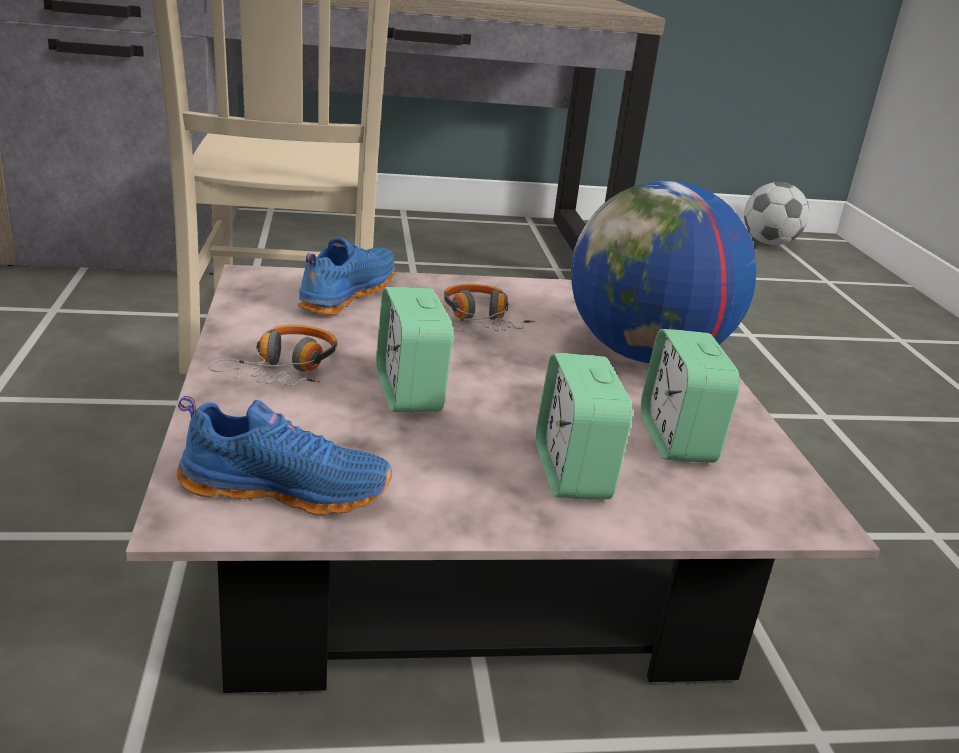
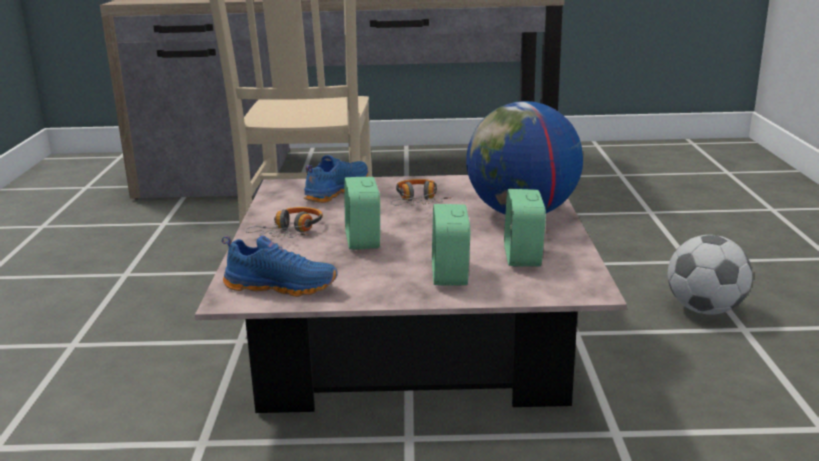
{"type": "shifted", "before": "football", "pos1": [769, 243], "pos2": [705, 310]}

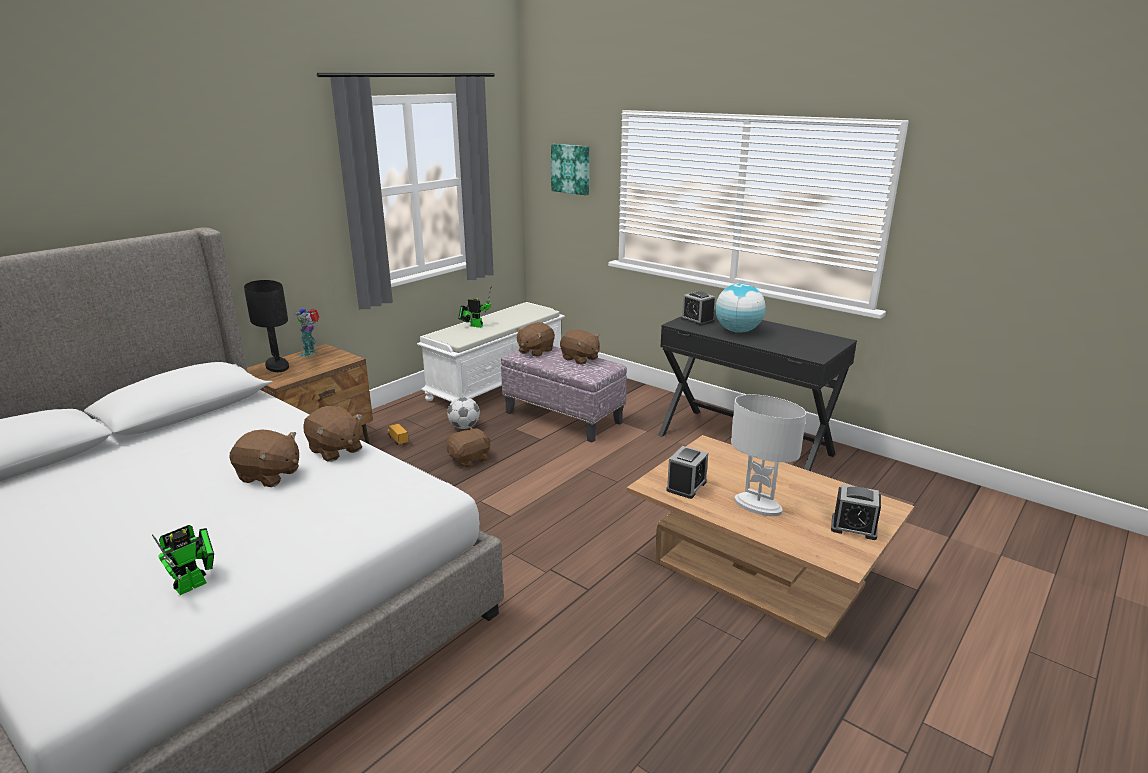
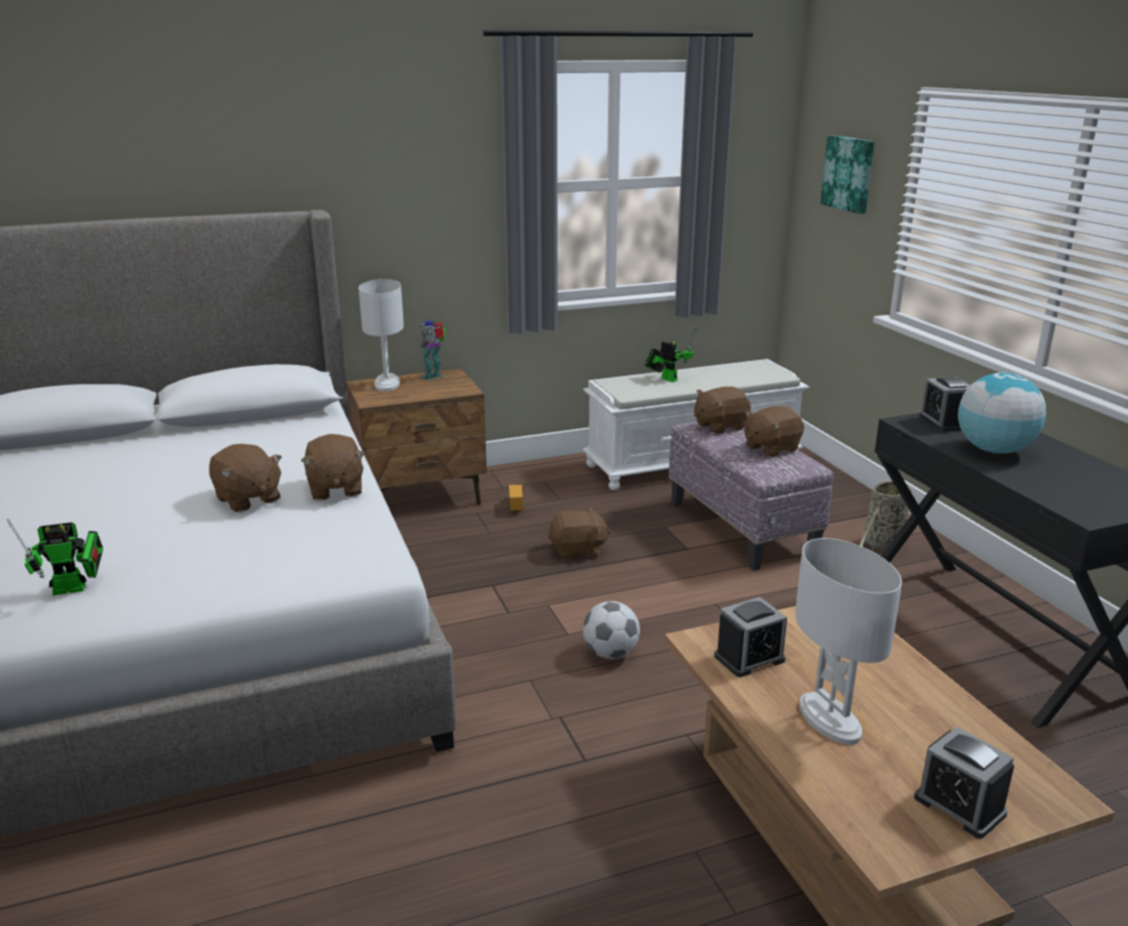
{"type": "repainted", "before": "black table lamp", "after": "white table lamp", "pos1": [276, 366], "pos2": [386, 384]}
{"type": "rotated", "before": "brown plush toy", "pos1": [580, 359], "pos2": [770, 448], "turn": 75}
{"type": "shifted", "before": "football", "pos1": [464, 427], "pos2": [611, 653]}
{"type": "new", "after": "basket", "pos2": [881, 544]}

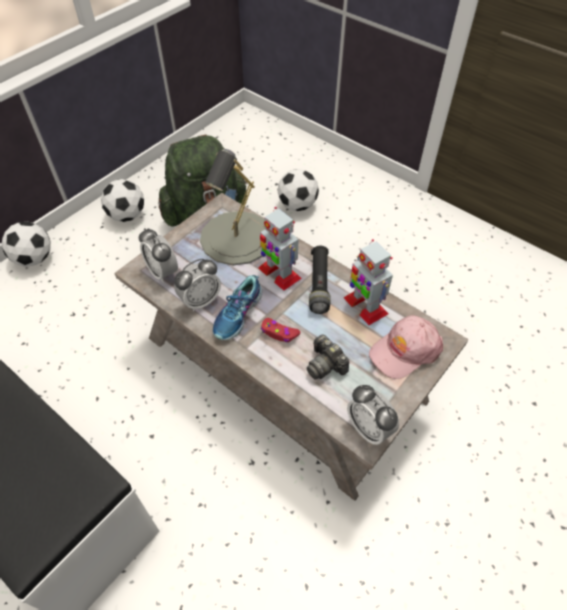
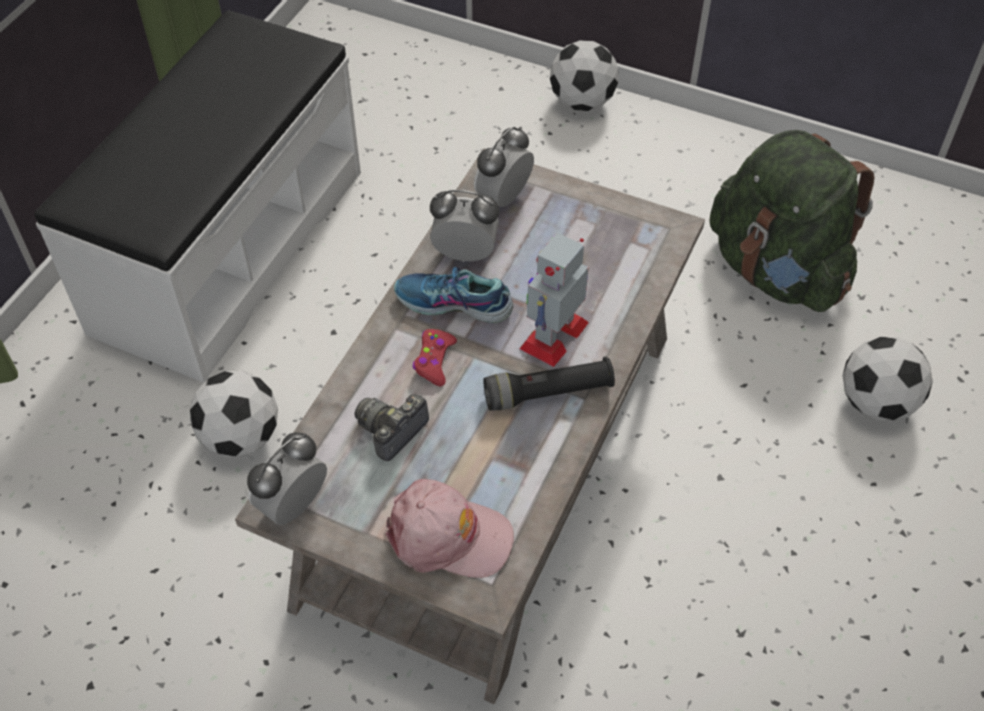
{"type": "gone", "before": "grey table lamp", "pos1": [237, 238]}
{"type": "shifted", "before": "football", "pos1": [127, 215], "pos2": [241, 437]}
{"type": "gone", "before": "toy robot", "pos1": [365, 305]}
{"type": "rotated", "before": "alarm clock", "pos1": [200, 300], "pos2": [465, 254], "turn": 150}
{"type": "rotated", "before": "pink cap", "pos1": [405, 350], "pos2": [448, 536], "turn": 150}

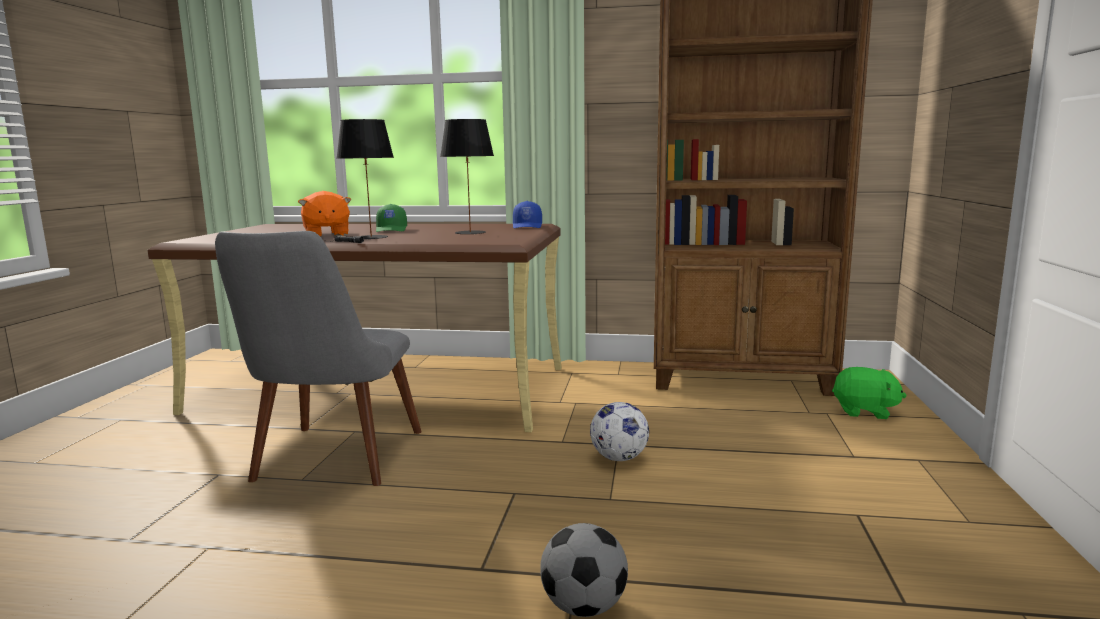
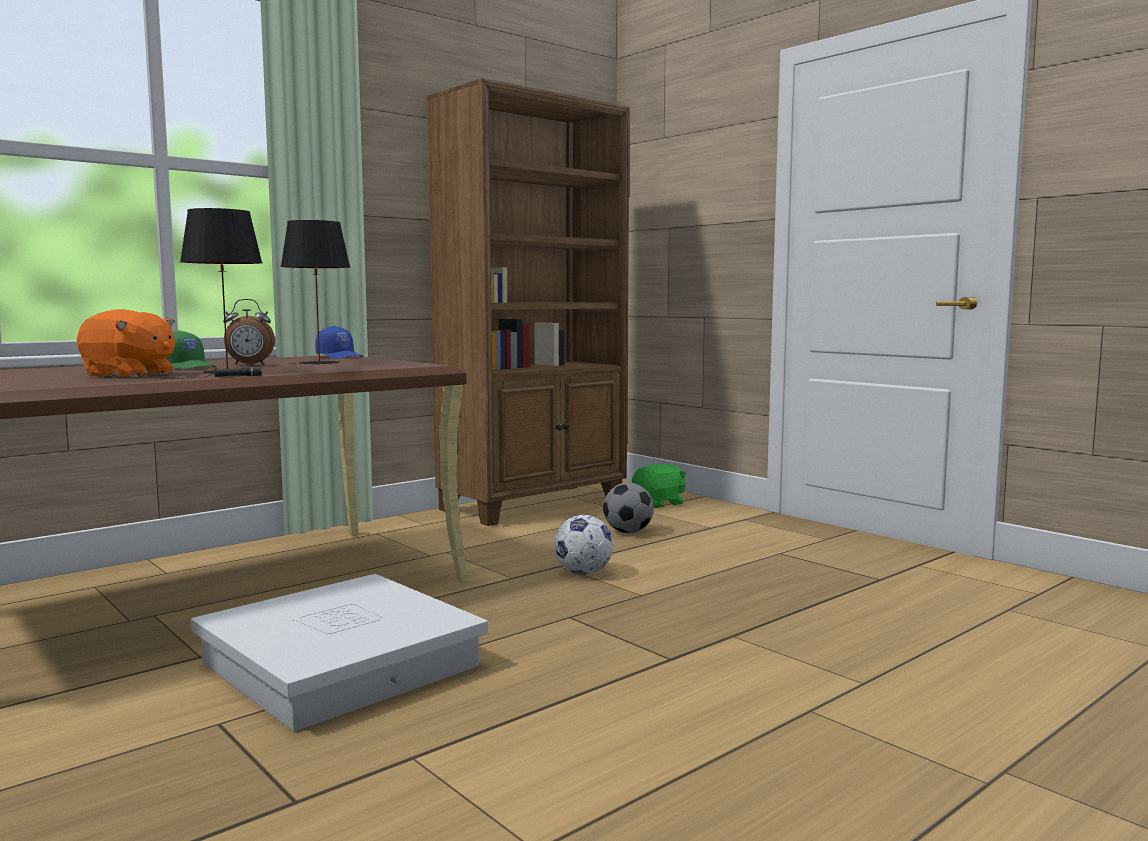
{"type": "swapped", "before": "grey chair", "after": "white storage box", "pos1": [331, 464], "pos2": [339, 665]}
{"type": "shifted", "before": "football", "pos1": [584, 607], "pos2": [628, 532]}
{"type": "new", "after": "alarm clock", "pos2": [249, 364]}

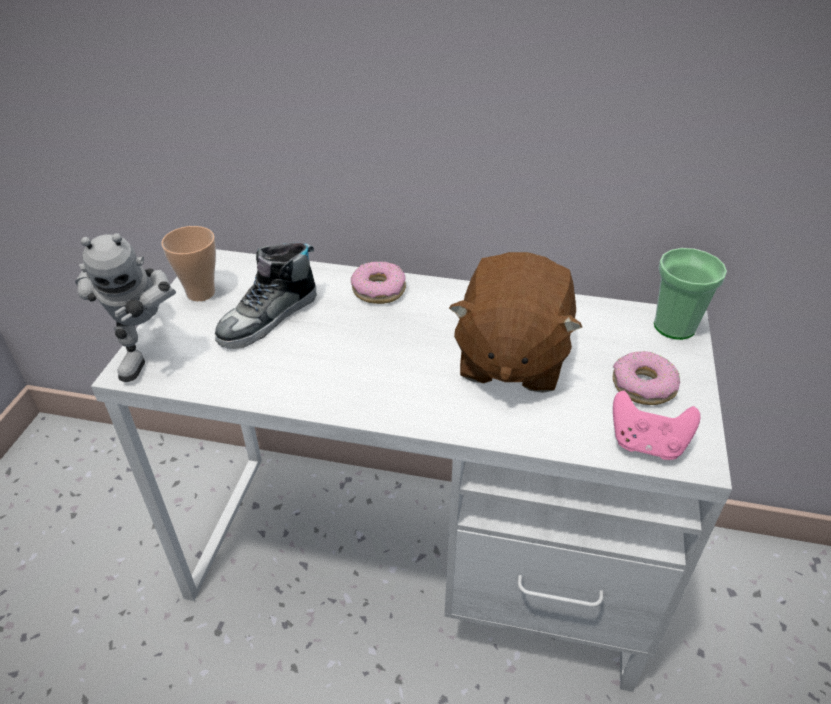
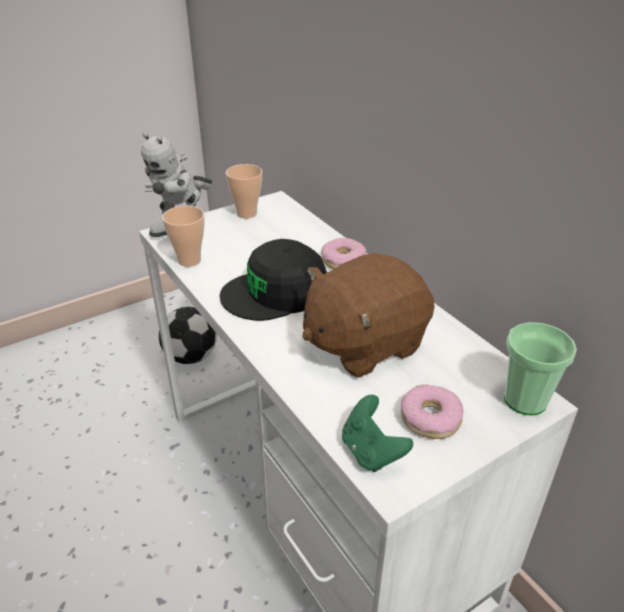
{"type": "gone", "before": "shoe", "pos1": [269, 318]}
{"type": "repainted", "before": "pink game controller", "after": "green game controller", "pos1": [647, 444], "pos2": [371, 451]}
{"type": "new", "after": "cup", "pos2": [189, 260]}
{"type": "new", "after": "black cap", "pos2": [276, 292]}
{"type": "new", "after": "football", "pos2": [190, 356]}

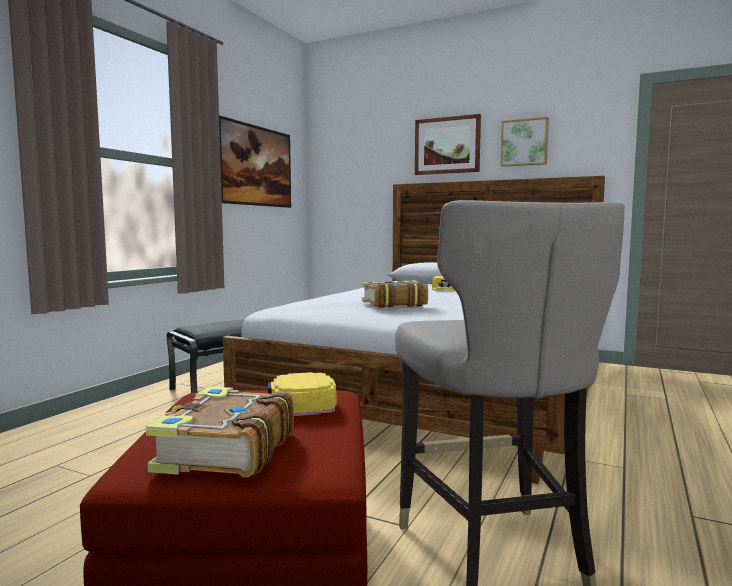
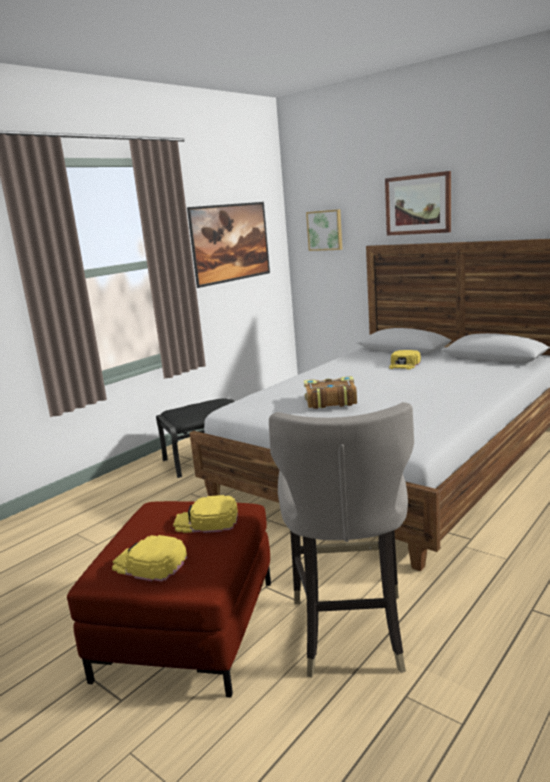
{"type": "shifted", "before": "picture", "pos1": [524, 142], "pos2": [325, 230]}
{"type": "swapped", "before": "book", "after": "yellow cap", "pos1": [225, 451], "pos2": [149, 564]}

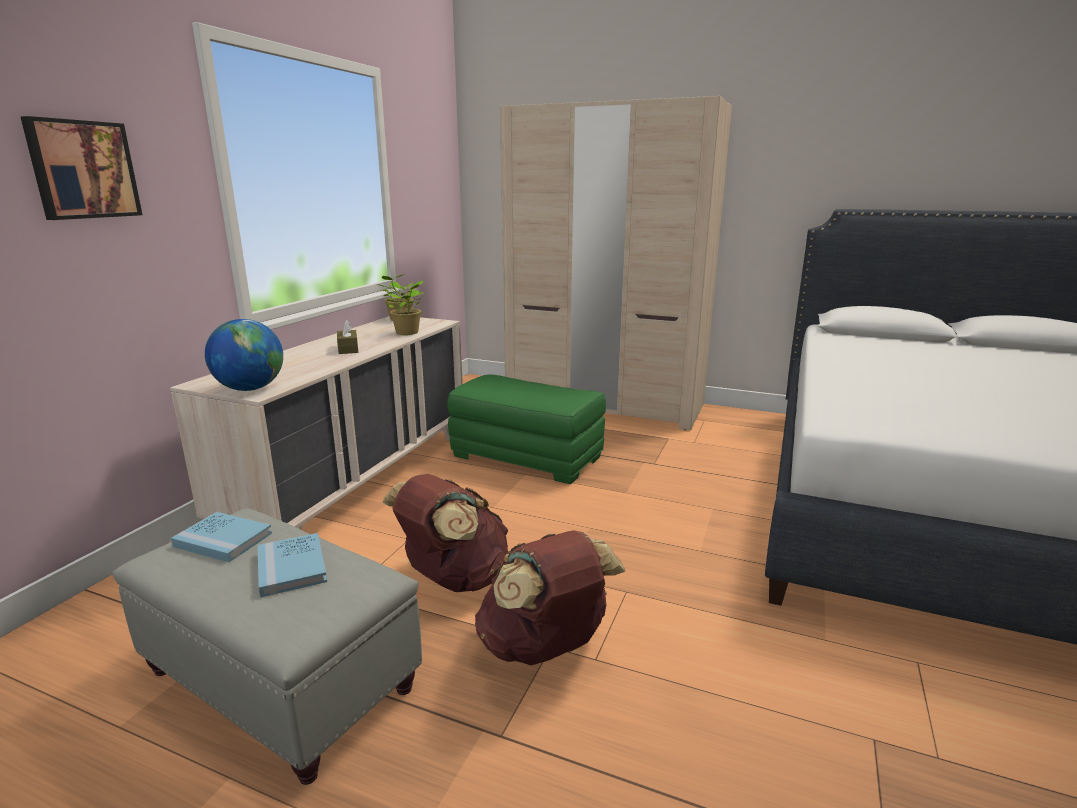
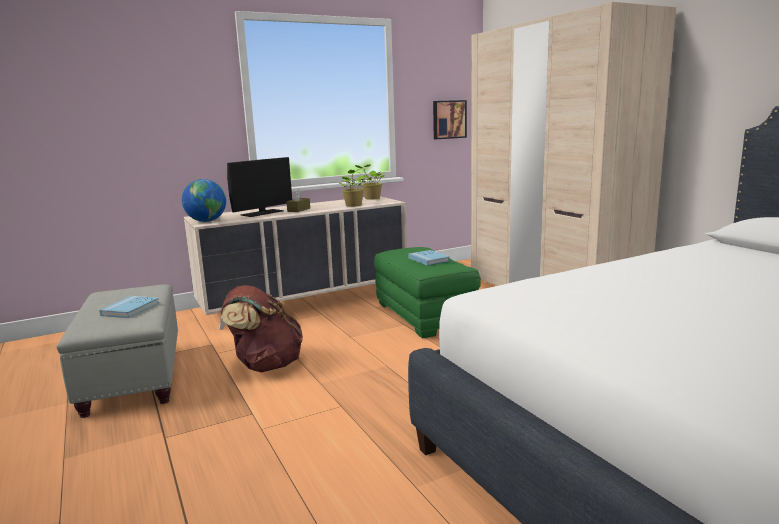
{"type": "shifted", "before": "picture", "pos1": [82, 170], "pos2": [448, 119]}
{"type": "shifted", "before": "blue book", "pos1": [223, 540], "pos2": [428, 259]}
{"type": "gone", "before": "brown backpack", "pos1": [545, 648]}
{"type": "new", "after": "monitor", "pos2": [262, 213]}

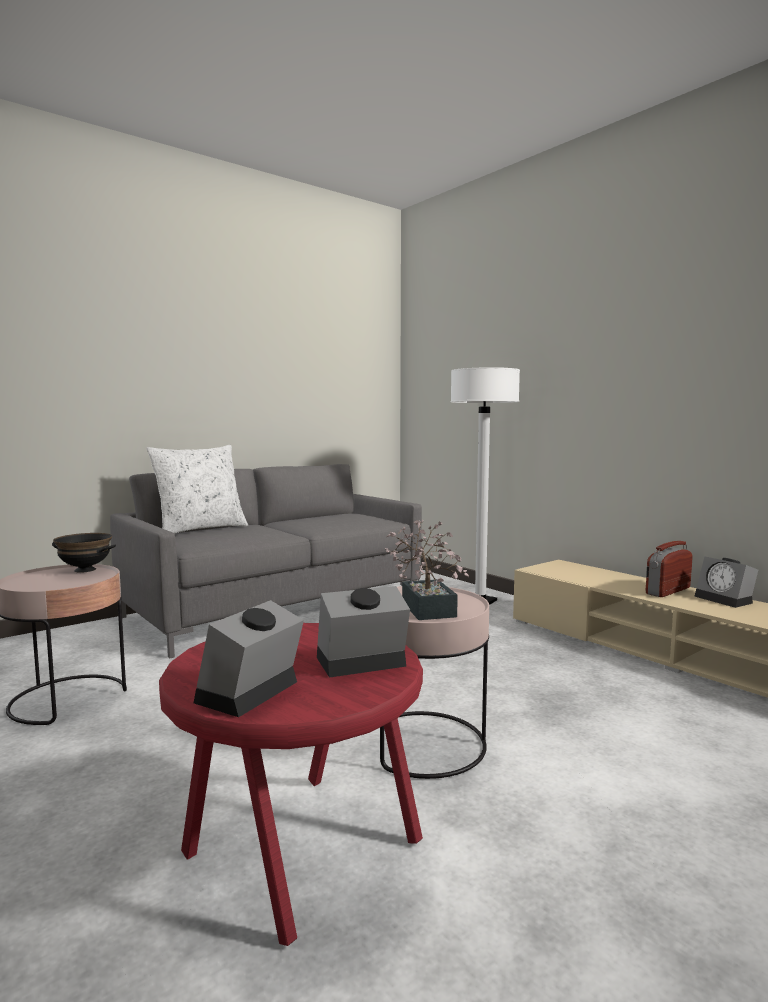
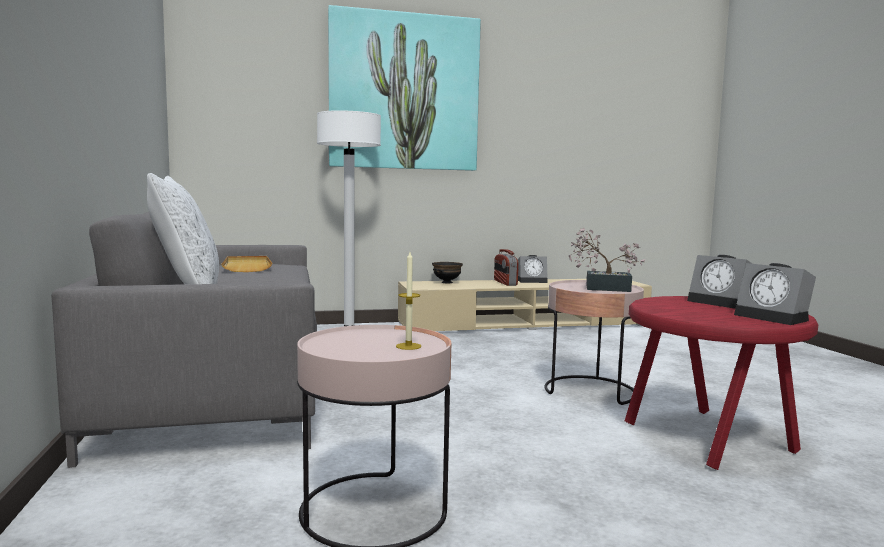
{"type": "shifted", "before": "black bowl", "pos1": [85, 570], "pos2": [446, 282]}
{"type": "rotated", "before": "alarm clock", "pos1": [359, 664], "pos2": [721, 303], "turn": -45}
{"type": "new", "after": "picture", "pos2": [404, 92]}
{"type": "new", "after": "candle", "pos2": [408, 346]}
{"type": "new", "after": "beige tray", "pos2": [247, 267]}

